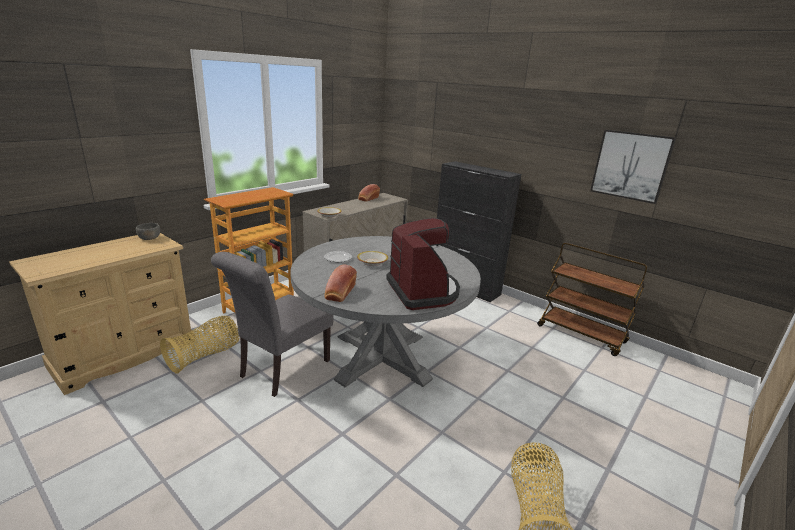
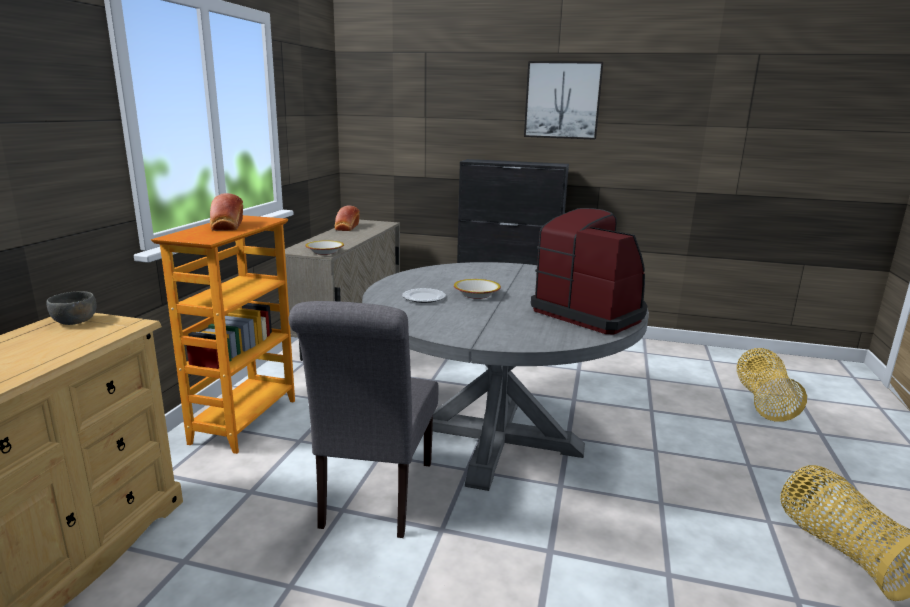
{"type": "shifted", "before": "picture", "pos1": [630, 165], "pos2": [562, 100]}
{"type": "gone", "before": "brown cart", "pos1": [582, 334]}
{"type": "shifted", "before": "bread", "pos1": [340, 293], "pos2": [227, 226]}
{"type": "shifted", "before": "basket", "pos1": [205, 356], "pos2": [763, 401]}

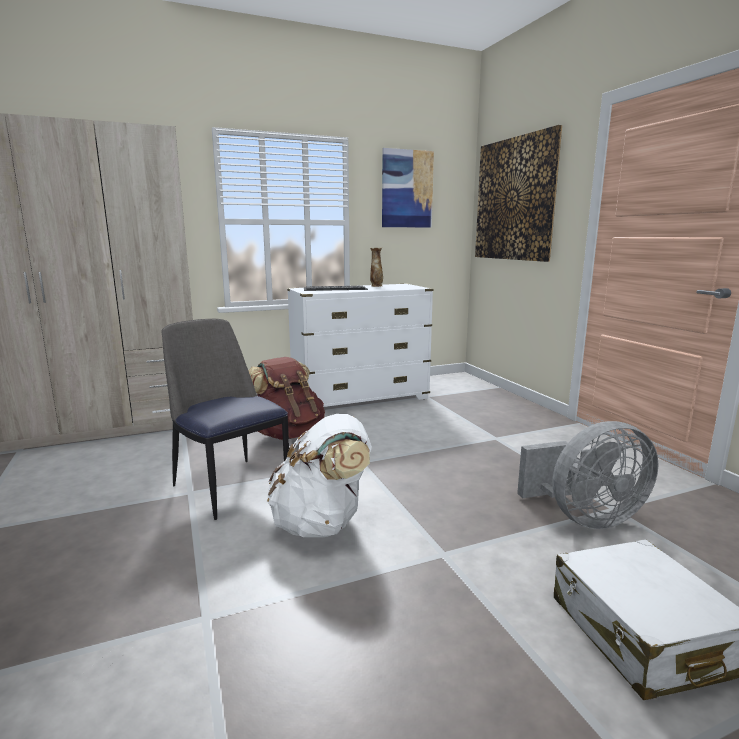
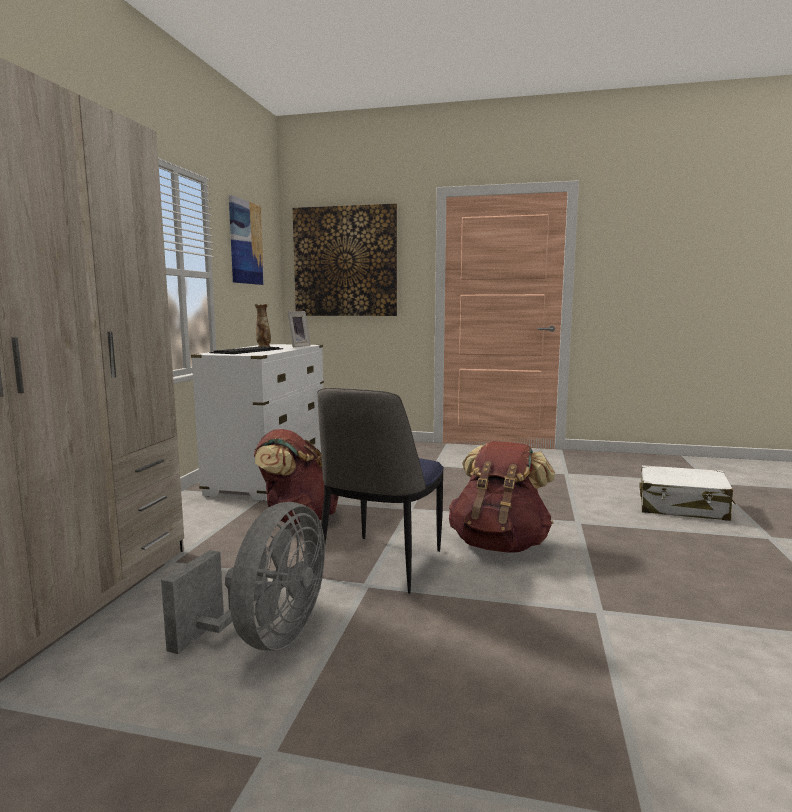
{"type": "rotated", "before": "chair", "pos1": [229, 486], "pos2": [380, 565], "turn": -60}
{"type": "repainted", "before": "white backpack", "after": "brown backpack", "pos1": [322, 523], "pos2": [499, 544]}
{"type": "shifted", "before": "grey fan", "pos1": [585, 518], "pos2": [265, 638]}
{"type": "new", "after": "picture frame", "pos2": [297, 346]}

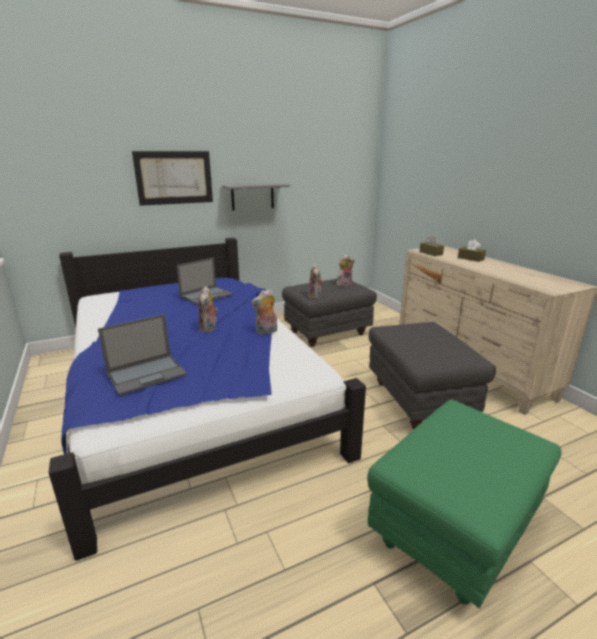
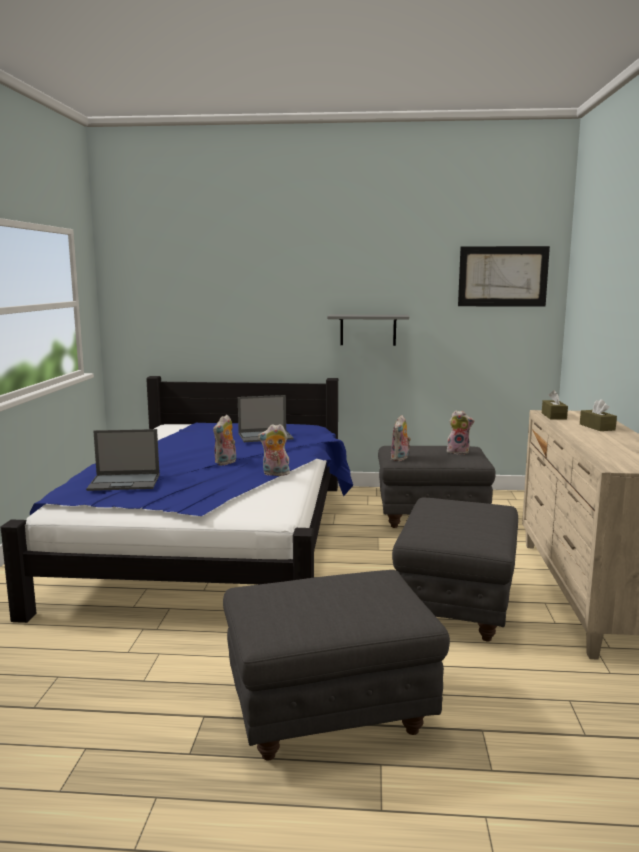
{"type": "shifted", "before": "picture", "pos1": [174, 178], "pos2": [503, 276]}
{"type": "repainted", "before": "green ottoman", "after": "grey ottoman", "pos1": [454, 533], "pos2": [329, 716]}

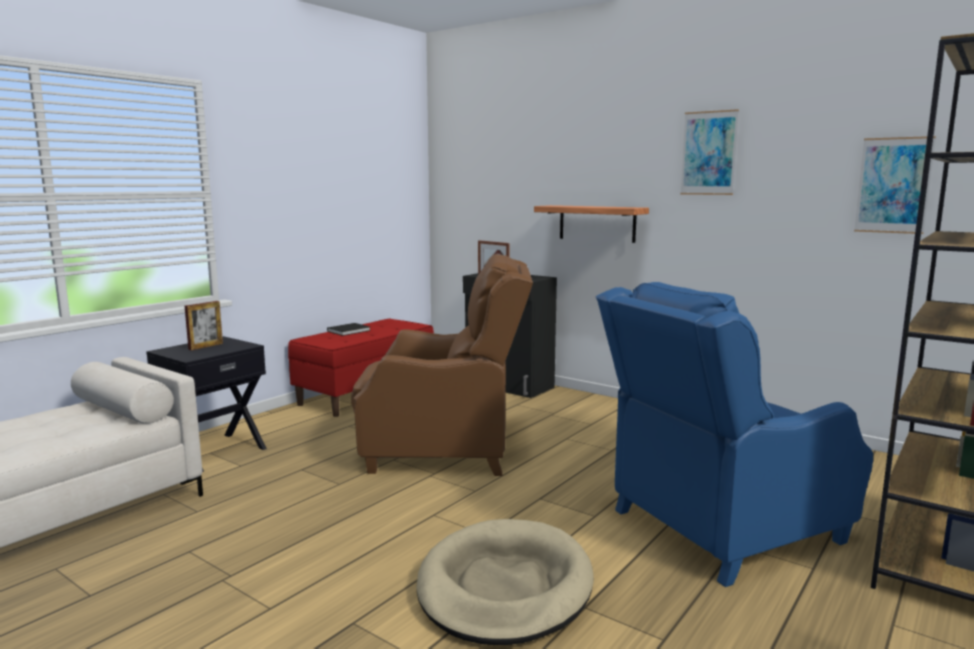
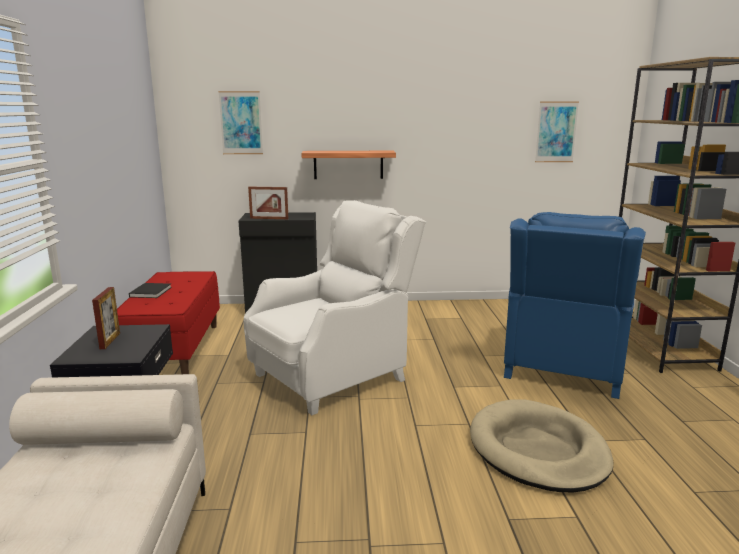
{"type": "shifted", "before": "picture", "pos1": [709, 153], "pos2": [241, 123]}
{"type": "repainted", "before": "brown armchair", "after": "white armchair", "pos1": [445, 450], "pos2": [333, 375]}

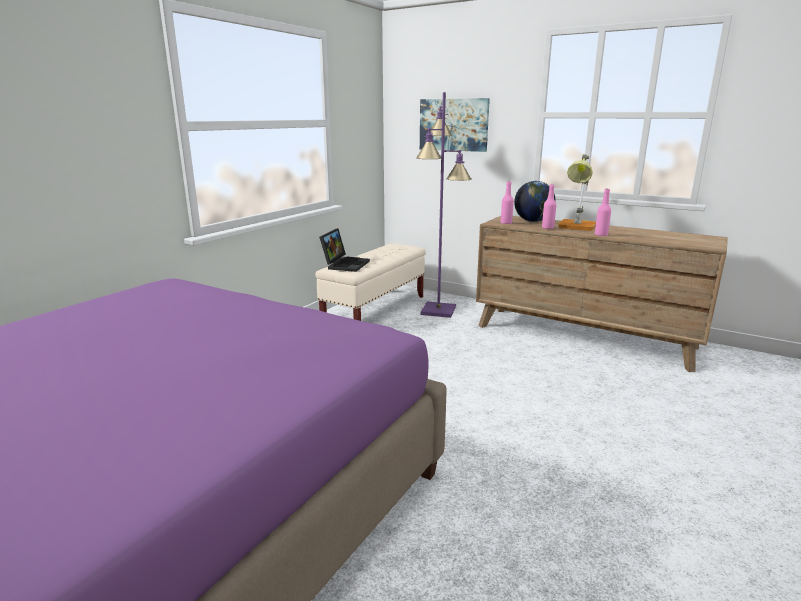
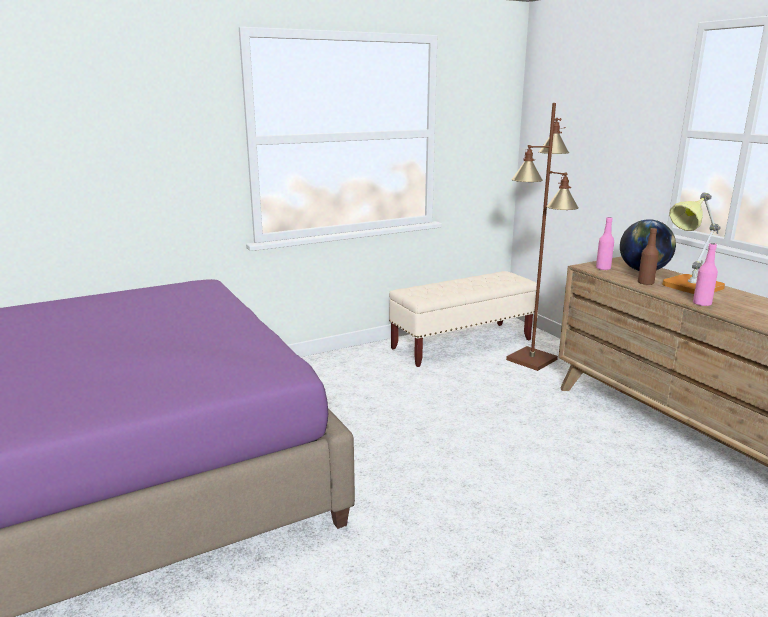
{"type": "repainted", "before": "purple floor lamp", "after": "brown floor lamp", "pos1": [439, 310], "pos2": [532, 359]}
{"type": "gone", "before": "picture", "pos1": [453, 125]}
{"type": "repainted", "before": "pink bottle", "after": "brown bottle", "pos1": [547, 228], "pos2": [645, 283]}
{"type": "gone", "before": "laptop", "pos1": [345, 264]}

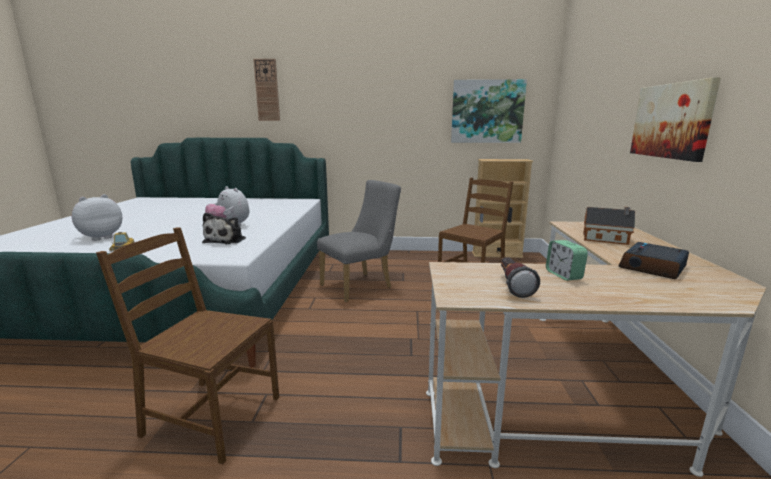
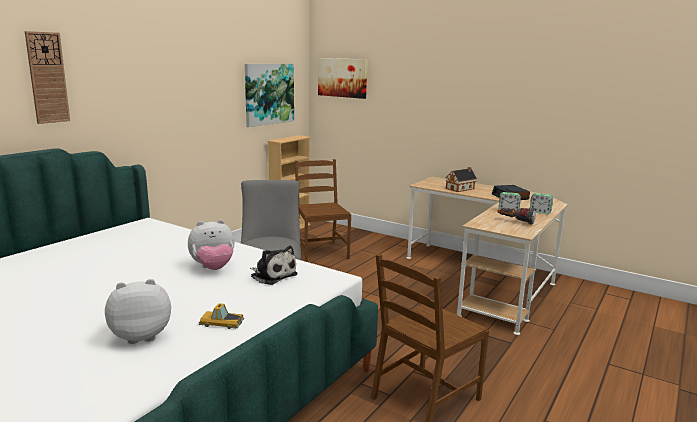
{"type": "shifted", "before": "picture", "pos1": [671, 121], "pos2": [342, 77]}
{"type": "rotated", "before": "plush toy", "pos1": [100, 237], "pos2": [141, 336], "turn": 90}
{"type": "new", "after": "alarm clock", "pos2": [540, 212]}

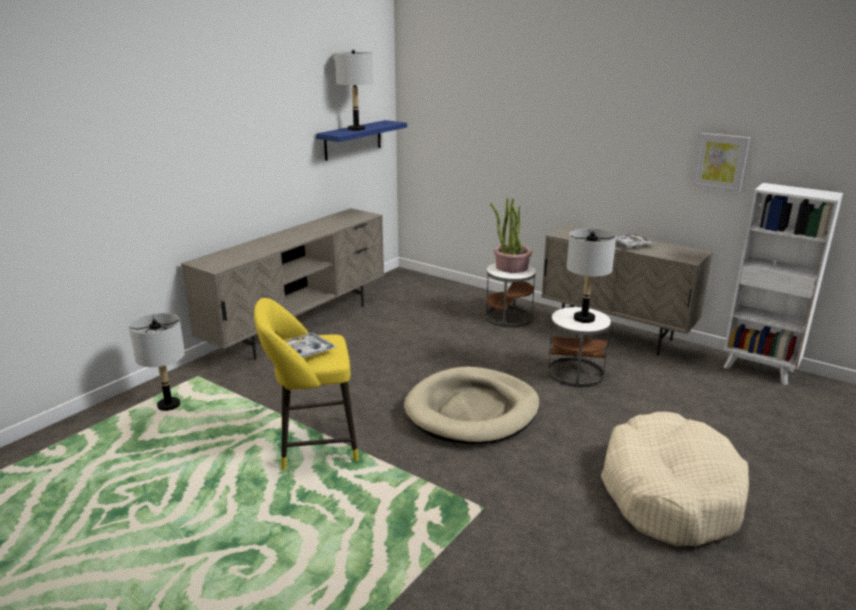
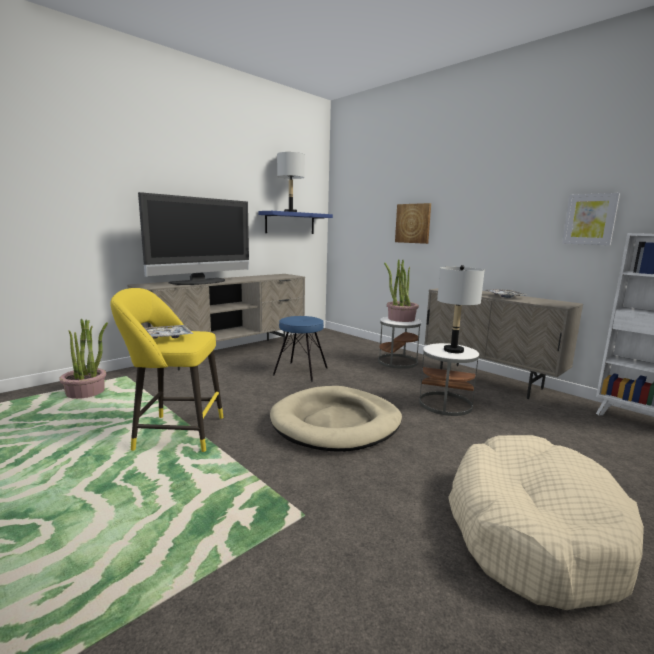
{"type": "swapped", "before": "grey table lamp", "after": "potted plant", "pos1": [169, 405], "pos2": [86, 392]}
{"type": "new", "after": "television", "pos2": [201, 282]}
{"type": "new", "after": "picture", "pos2": [413, 223]}
{"type": "new", "after": "blue stool", "pos2": [301, 371]}

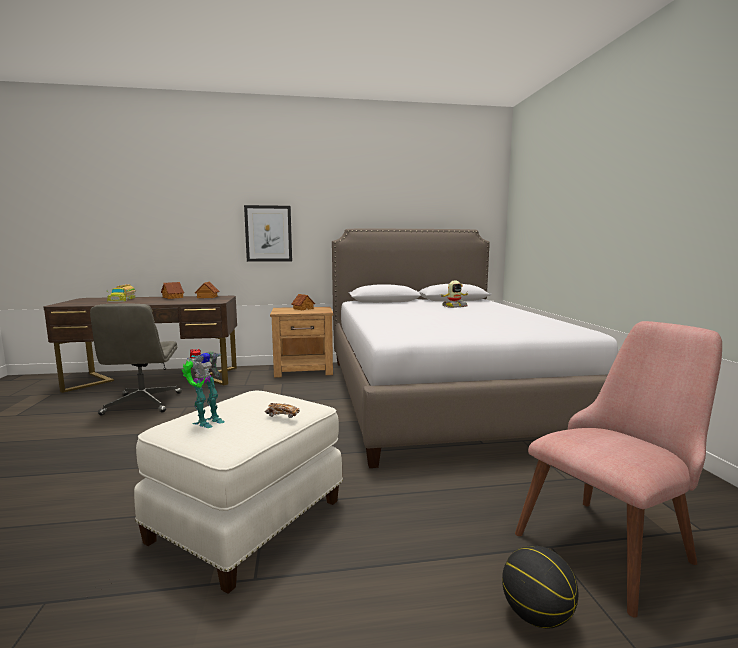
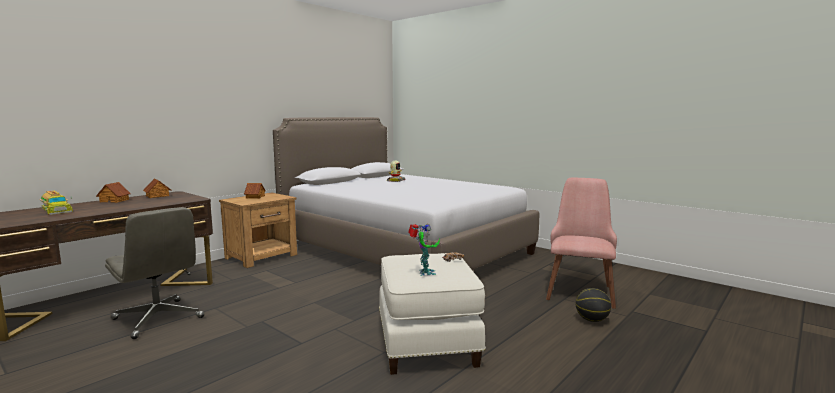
{"type": "gone", "before": "picture", "pos1": [268, 233]}

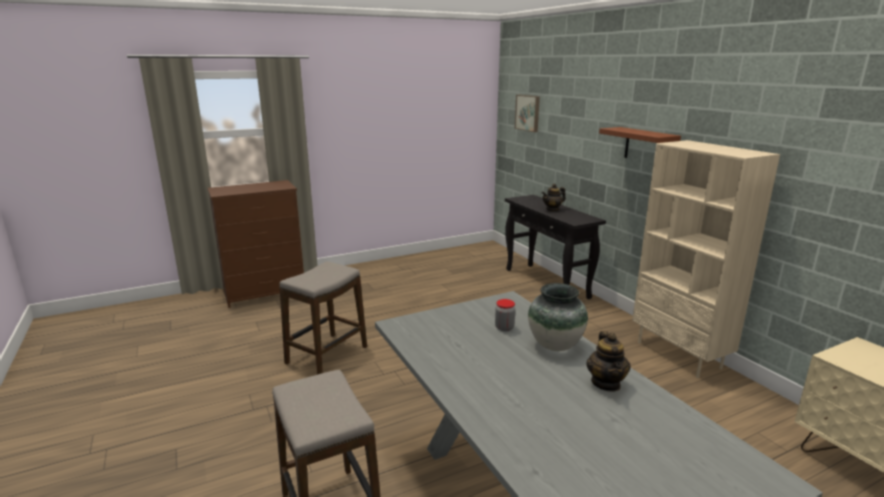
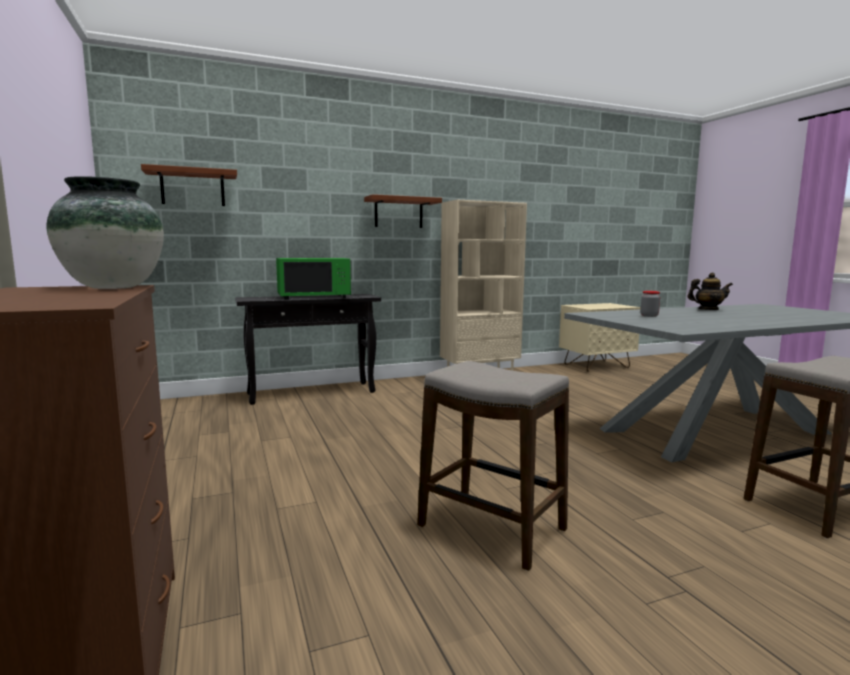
{"type": "swapped", "before": "picture", "after": "brown shelf", "pos1": [528, 113], "pos2": [192, 188]}
{"type": "swapped", "before": "teapot", "after": "green microwave", "pos1": [552, 209], "pos2": [314, 297]}
{"type": "shifted", "before": "vase", "pos1": [554, 345], "pos2": [112, 287]}

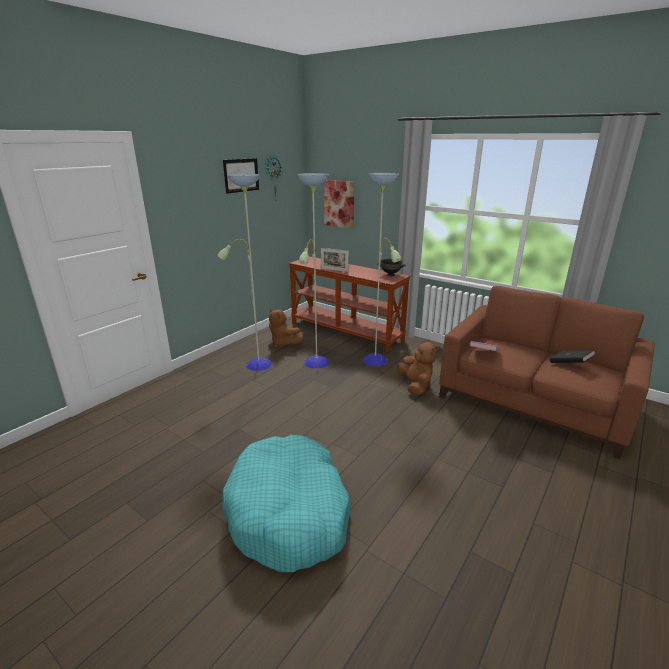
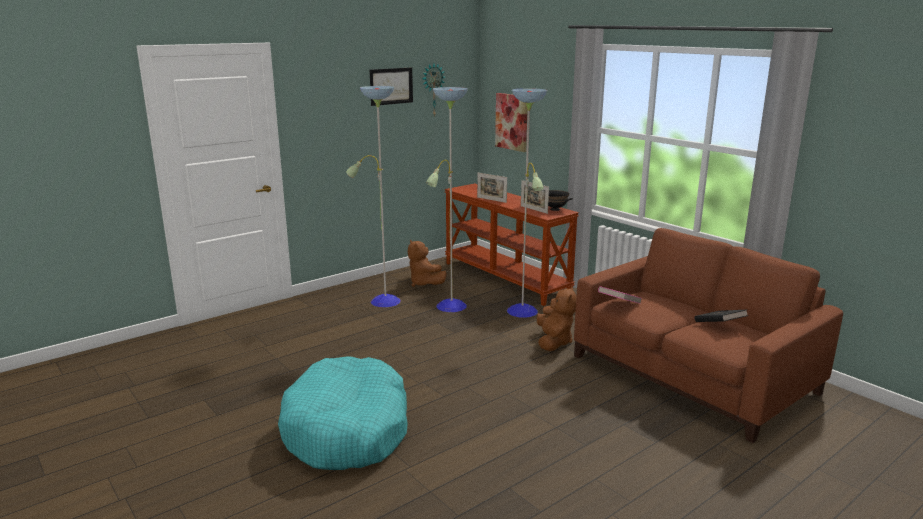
{"type": "new", "after": "picture frame", "pos2": [534, 209]}

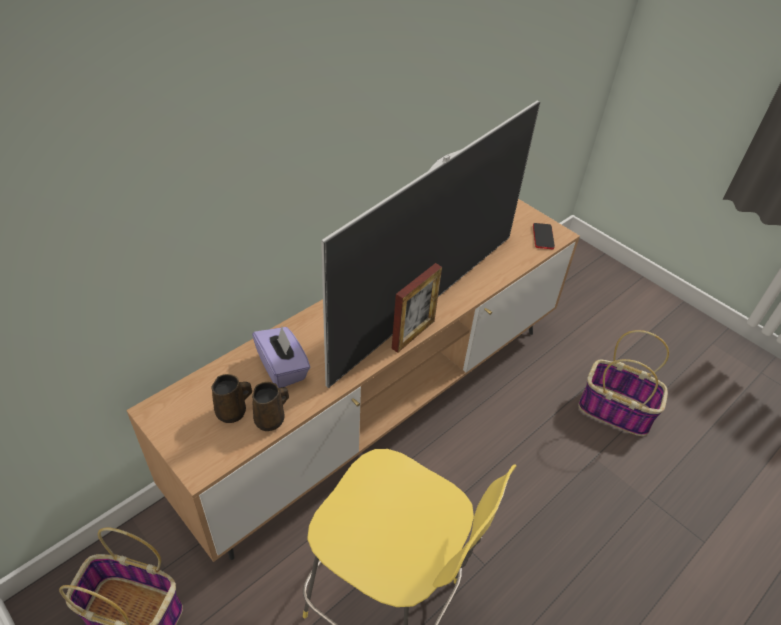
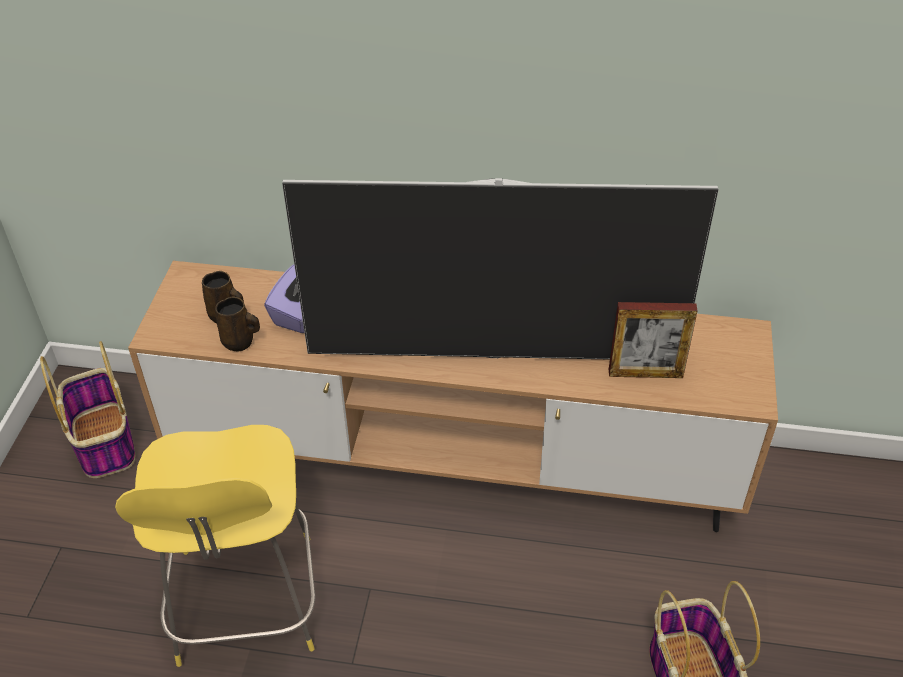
{"type": "gone", "before": "phone", "pos1": [543, 237]}
{"type": "shifted", "before": "picture frame", "pos1": [413, 334], "pos2": [645, 373]}

